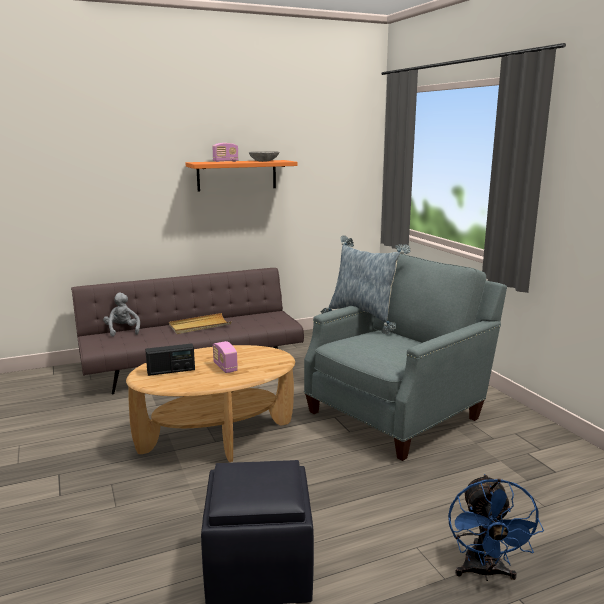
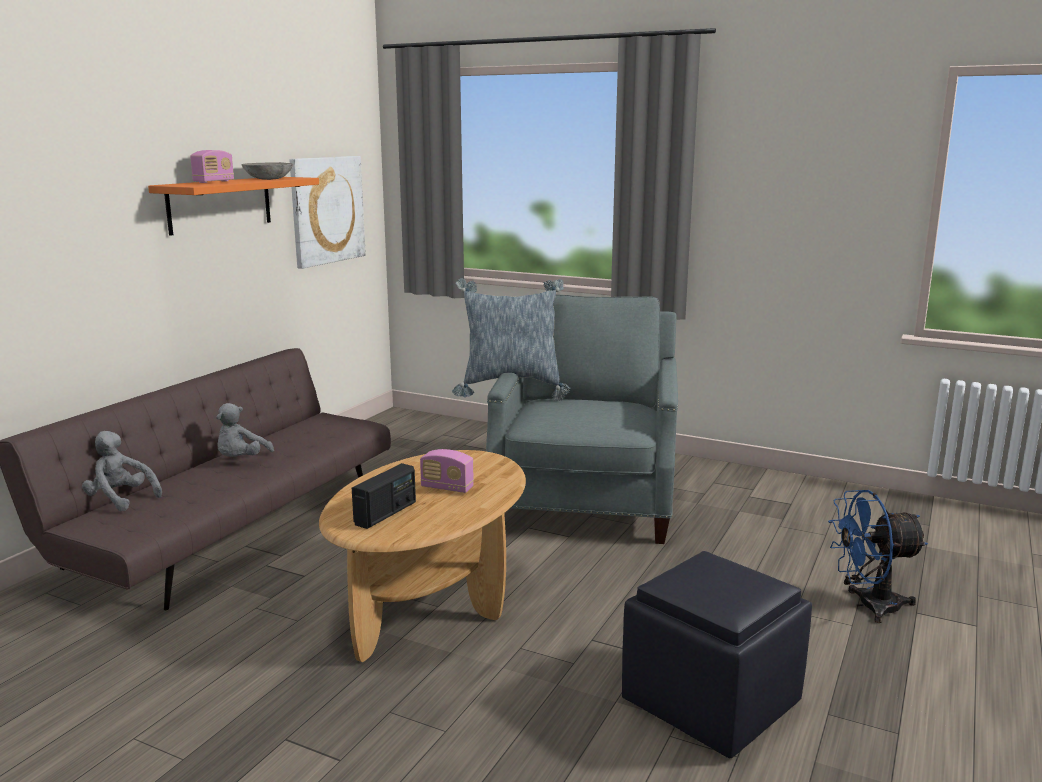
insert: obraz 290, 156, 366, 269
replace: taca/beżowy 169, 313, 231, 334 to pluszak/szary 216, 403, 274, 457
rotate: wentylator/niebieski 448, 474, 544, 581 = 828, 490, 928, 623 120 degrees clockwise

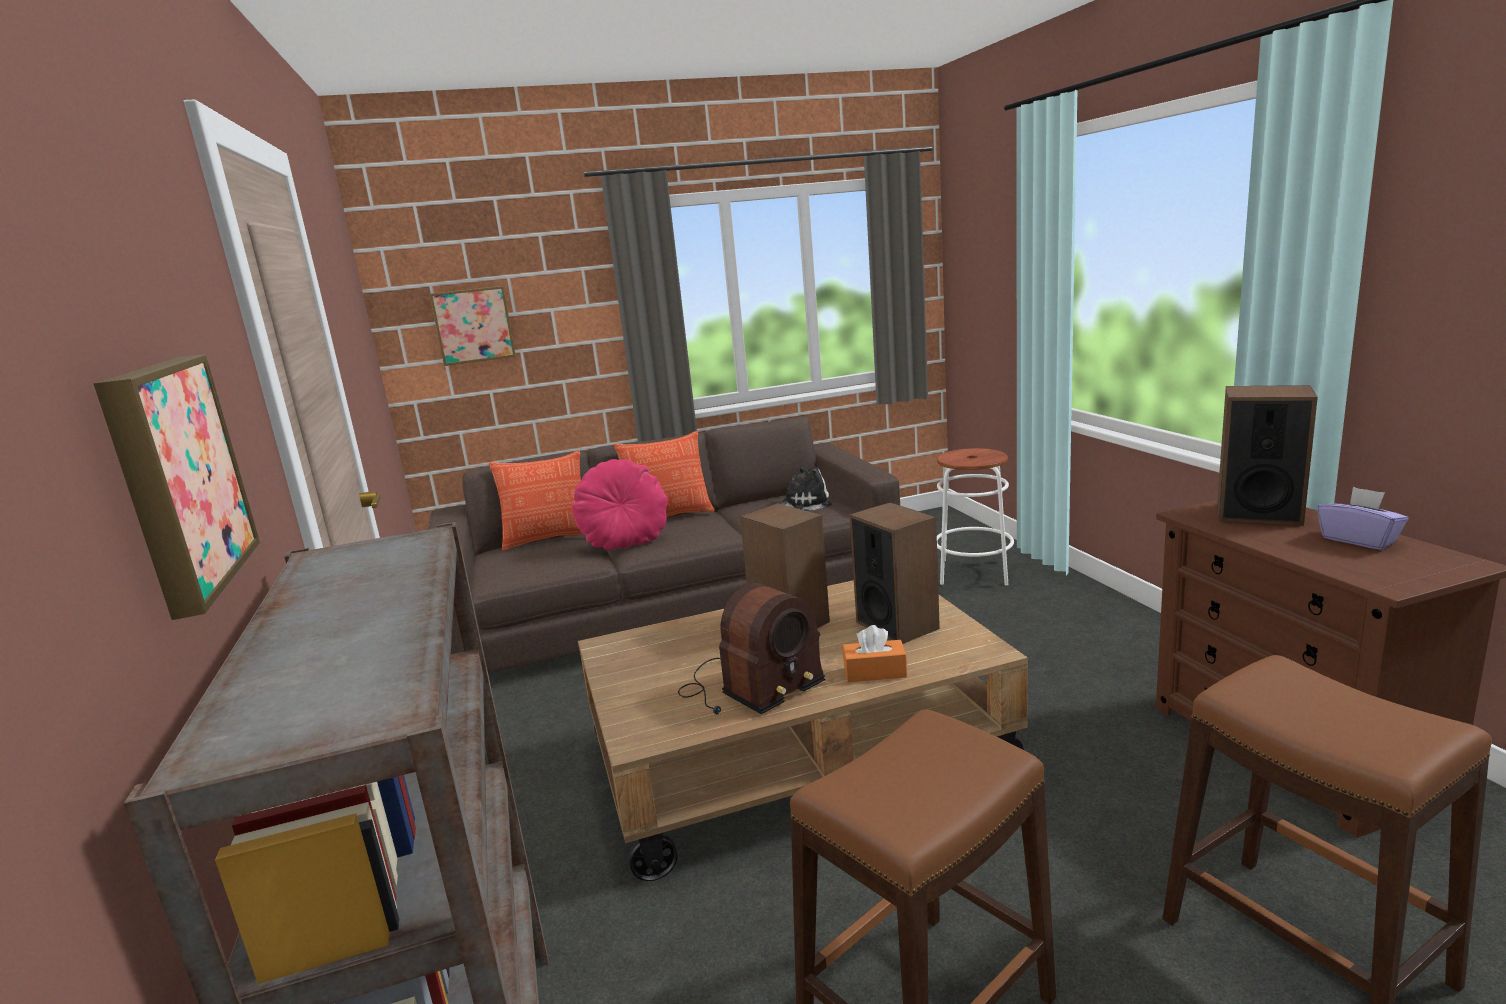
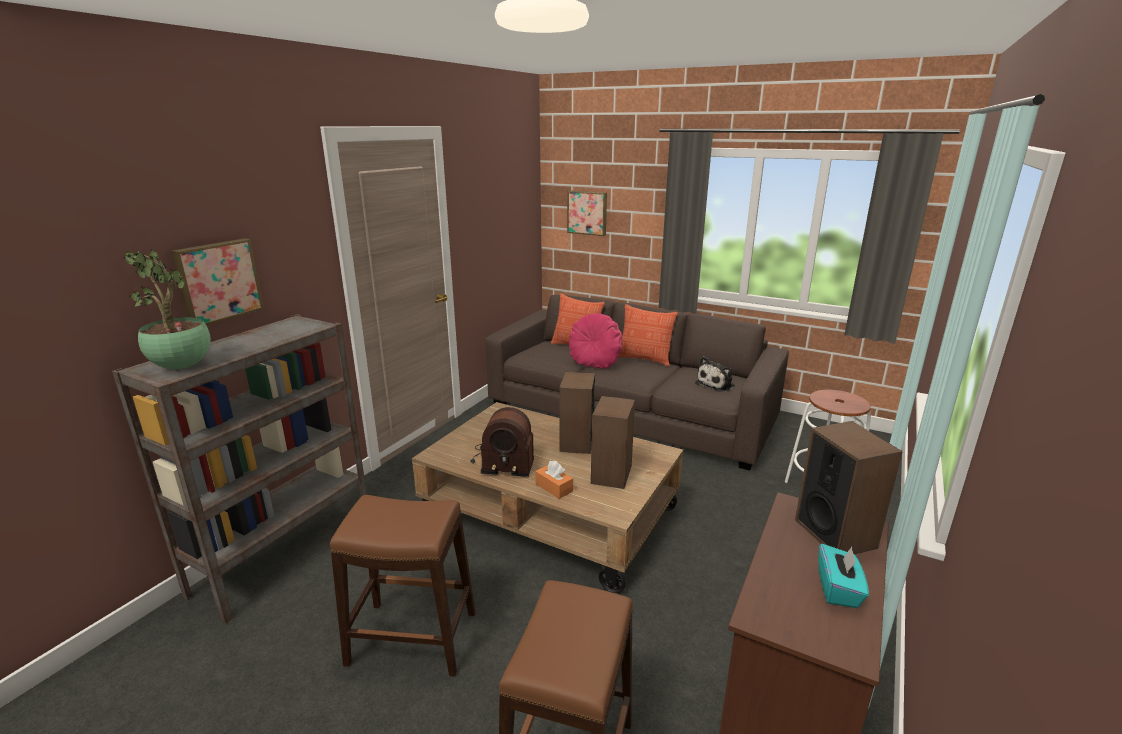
insert: roślina doniczkowa 123, 249, 211, 369
recolor: pudełko chusteczek/fioletowy 1317, 487, 1409, 550 to pudełko chusteczek/turkusowy 818, 544, 869, 608
rotate: pluszak 781, 465, 832, 511 = 695, 356, 735, 392 105 degrees clockwise

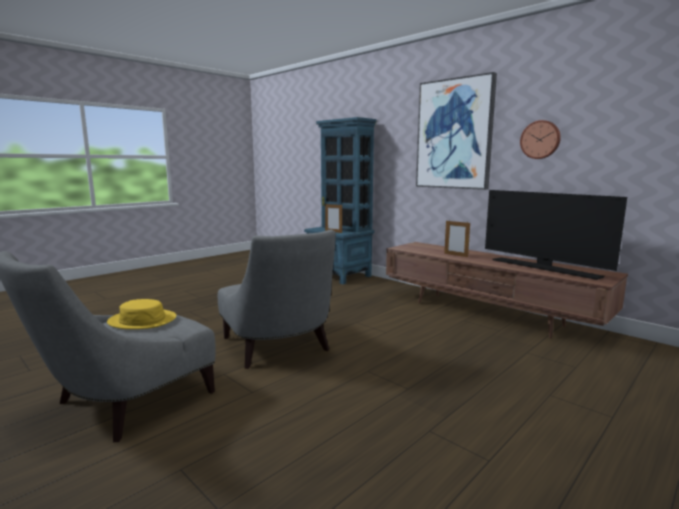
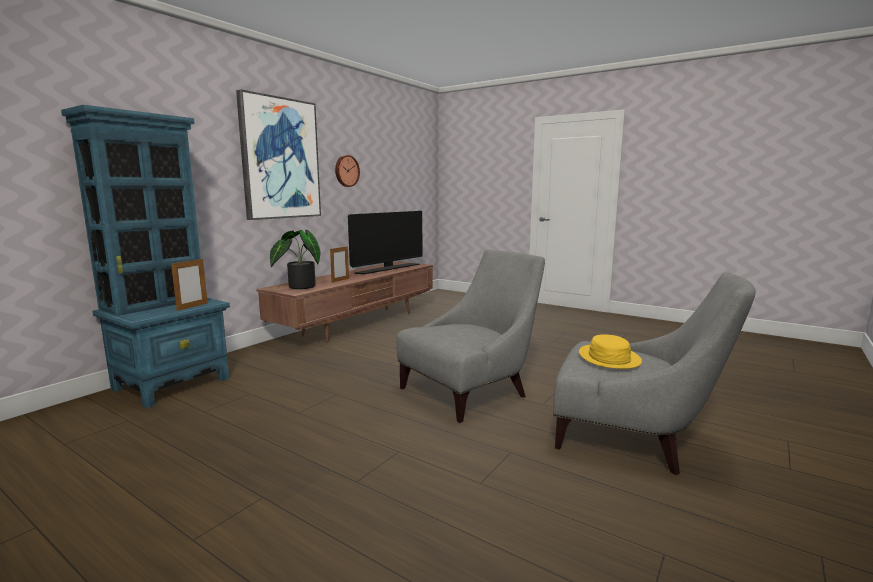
insert: roślina doniczkowa 270, 230, 321, 289

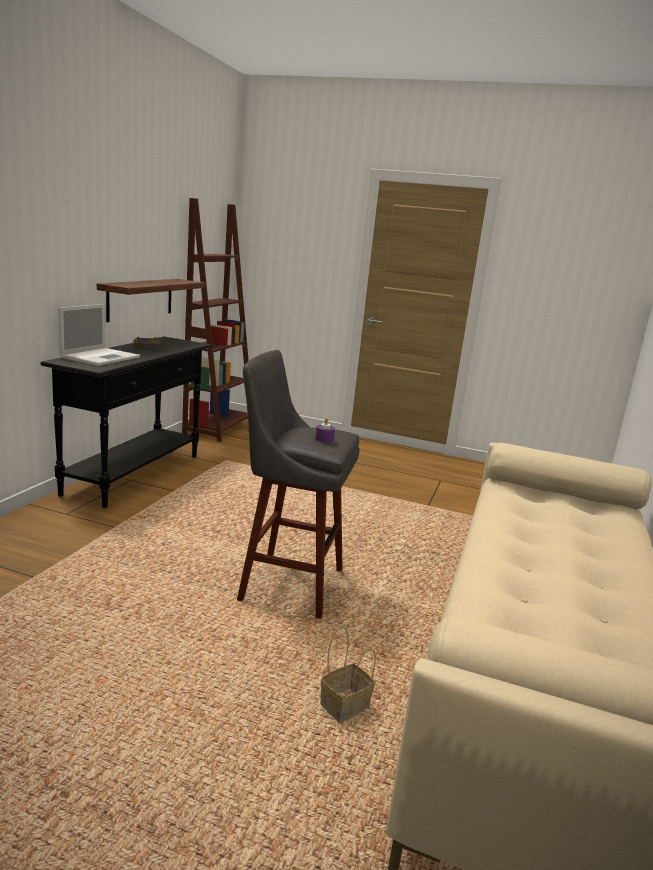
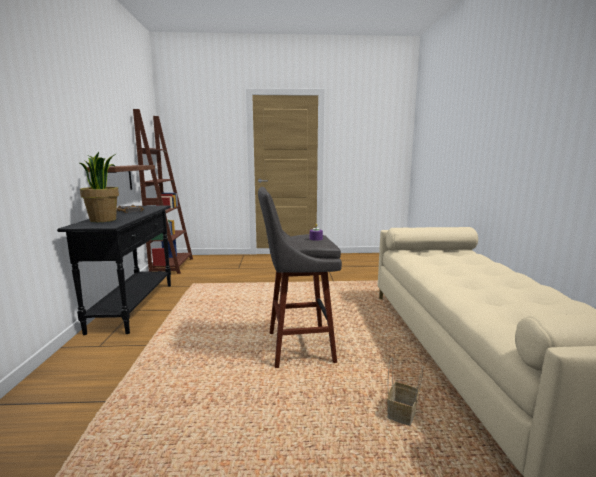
replace: laptop 58, 304, 140, 366 to roślina doniczkowa 80, 152, 119, 222

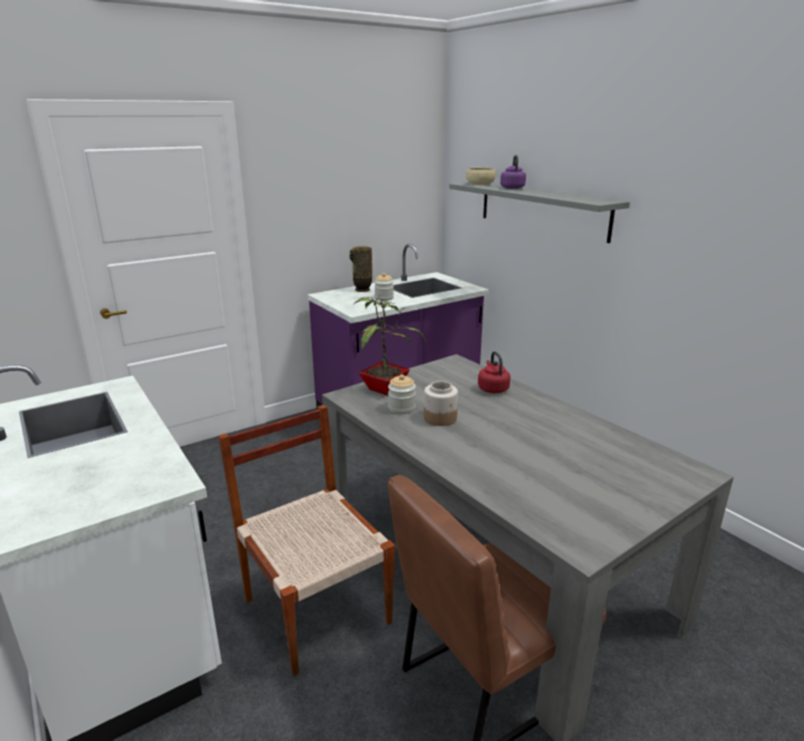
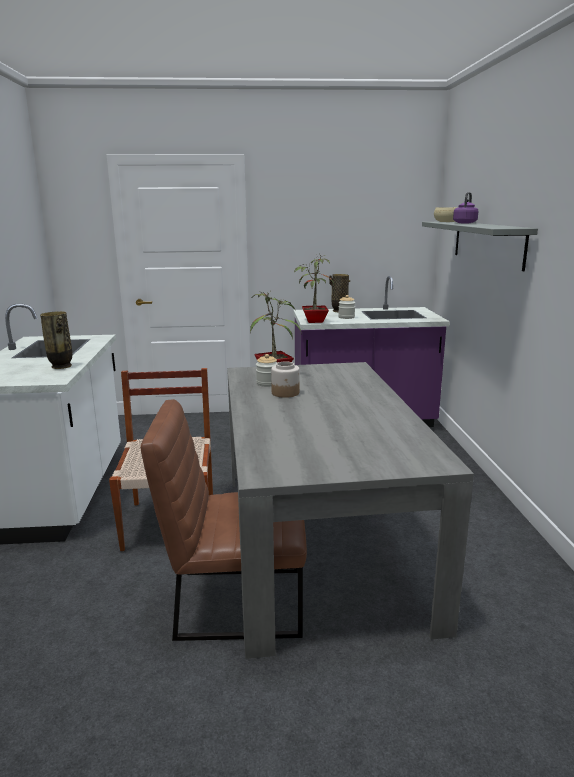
delete: czajnik/czerwony 478, 351, 510, 393
insert: wazon 40, 311, 72, 369; roślina doniczkowa 295, 255, 334, 323

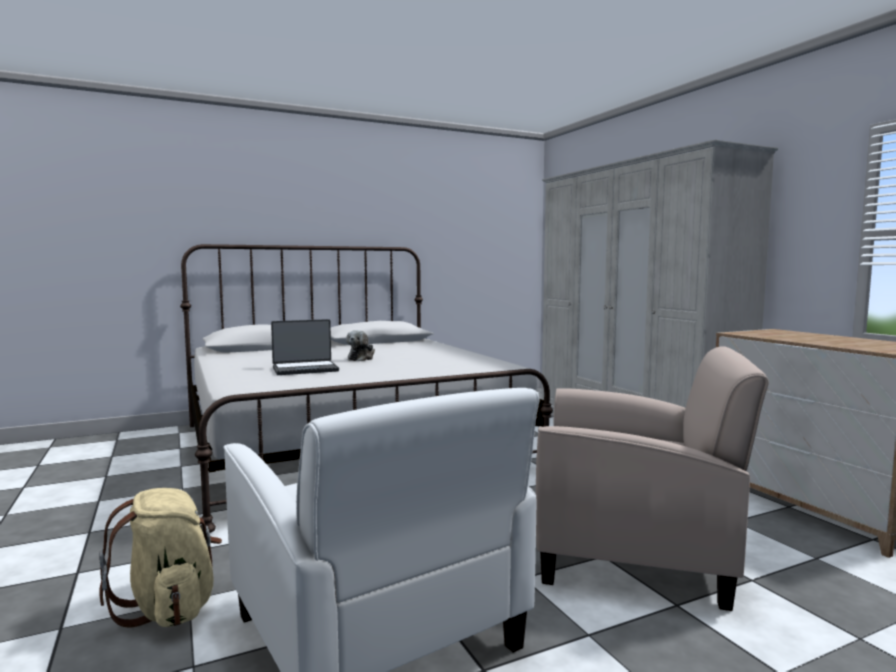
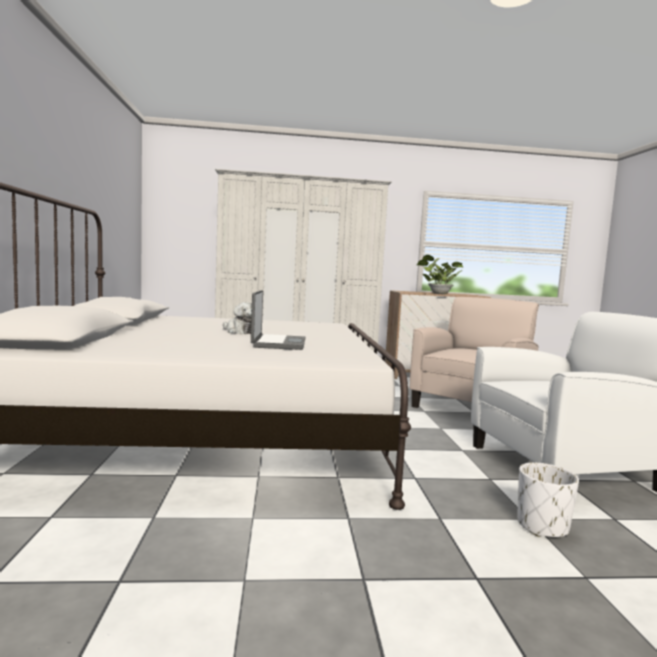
insert: roślina doniczkowa 417, 255, 464, 294
replace: plecak/beżowy 99, 488, 222, 628 to donica/biały 517, 462, 579, 537

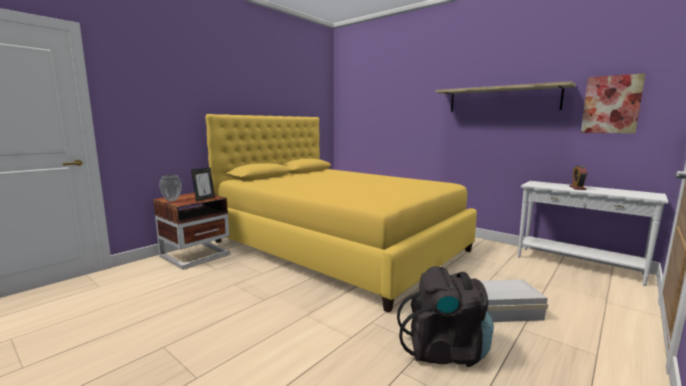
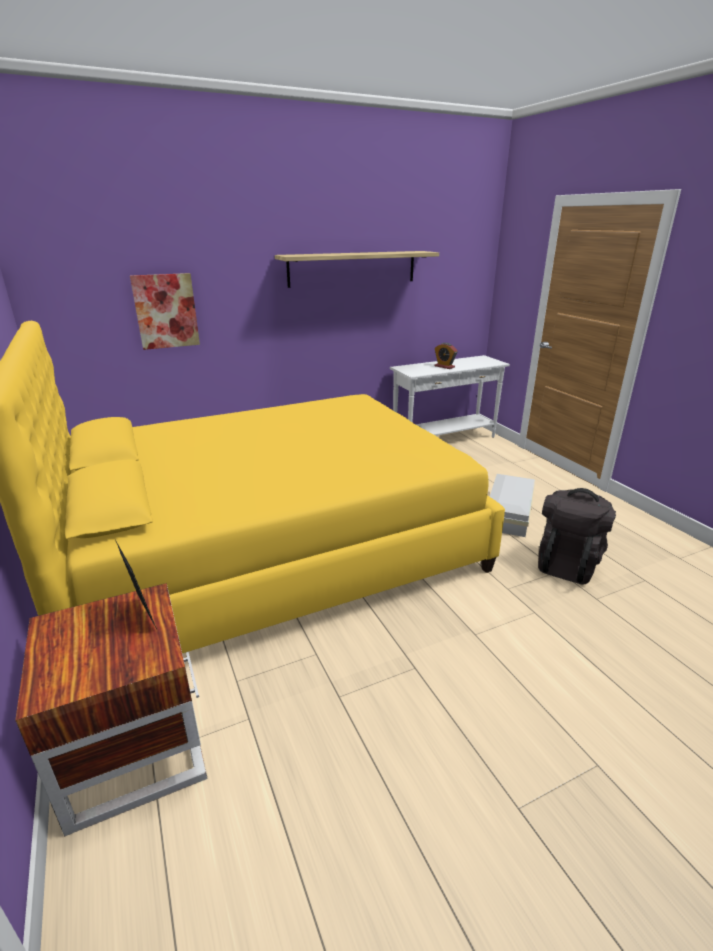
delete: wazon 159, 175, 182, 201
move: obraz 581, 73, 646, 133 to 130, 273, 200, 350

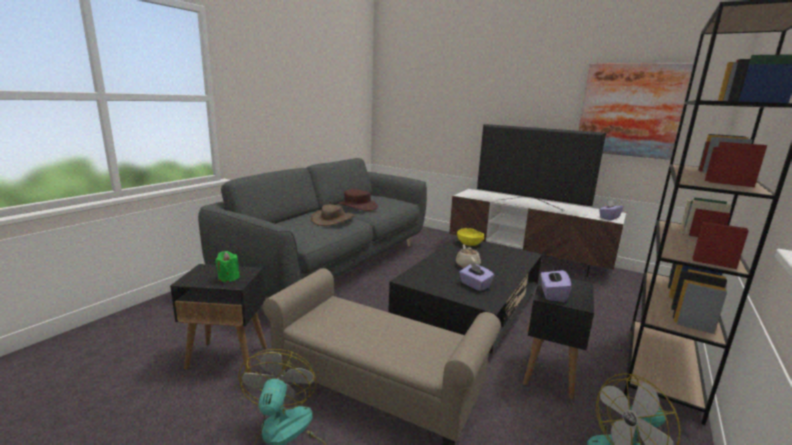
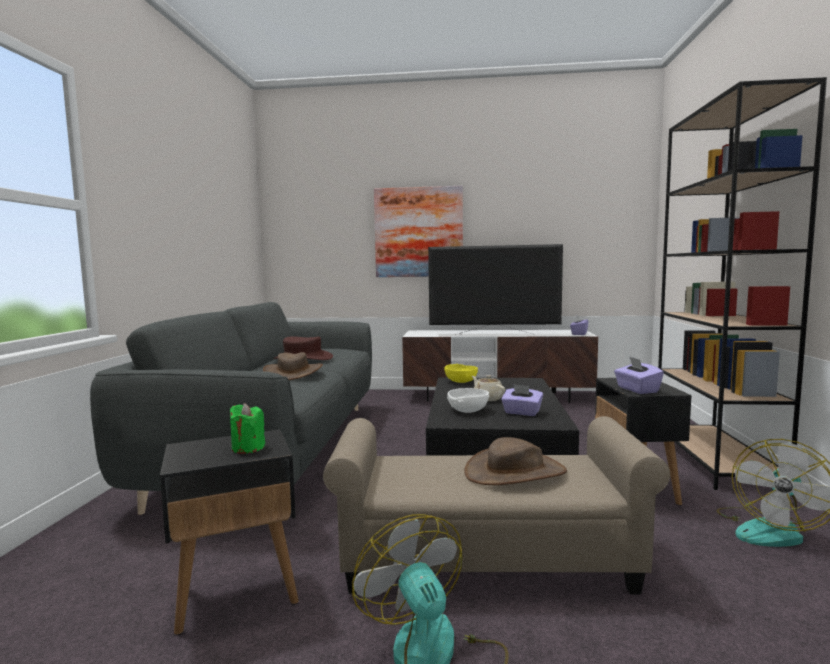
insert: miska/biały 447, 388, 489, 413; kapelusz/brązowy 464, 437, 567, 485
move: obraz 579, 63, 694, 160 to 374, 186, 463, 277

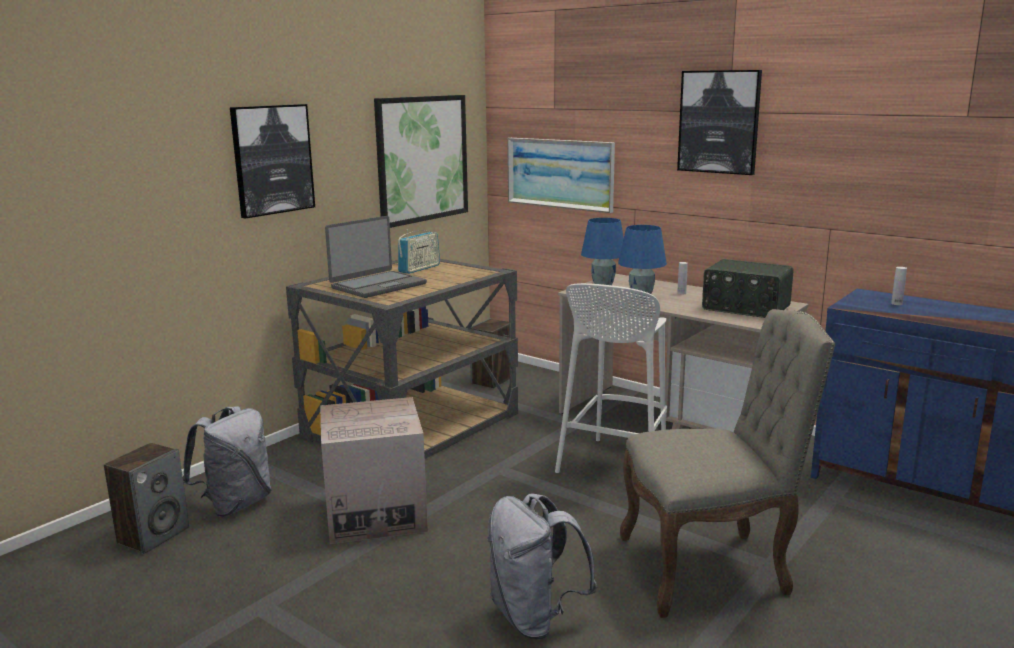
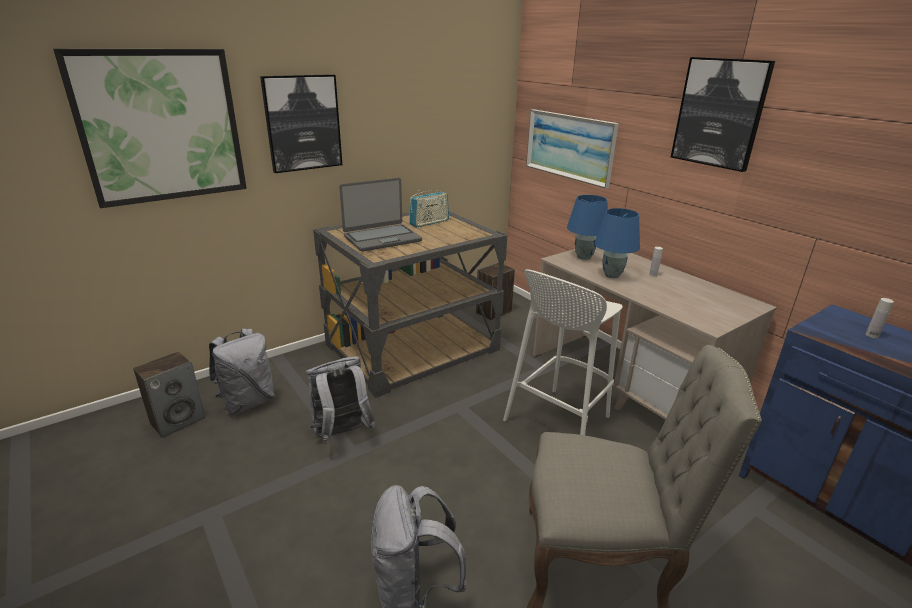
delete: radio 702, 259, 794, 318
move: obraz 374, 95, 468, 228 to 53, 49, 247, 208
replace: karton 320, 397, 428, 544 to plecak/szary 306, 356, 376, 443

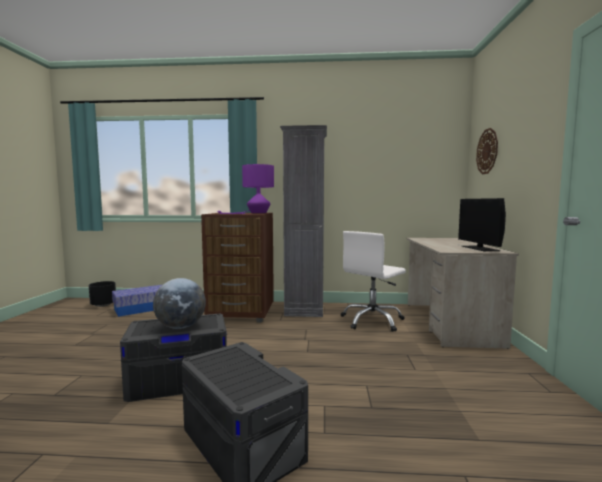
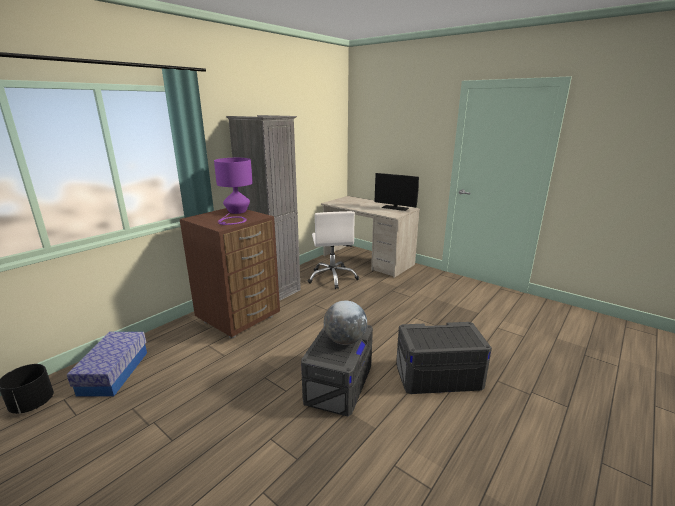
delete: zegar ścienny 476, 128, 498, 174

